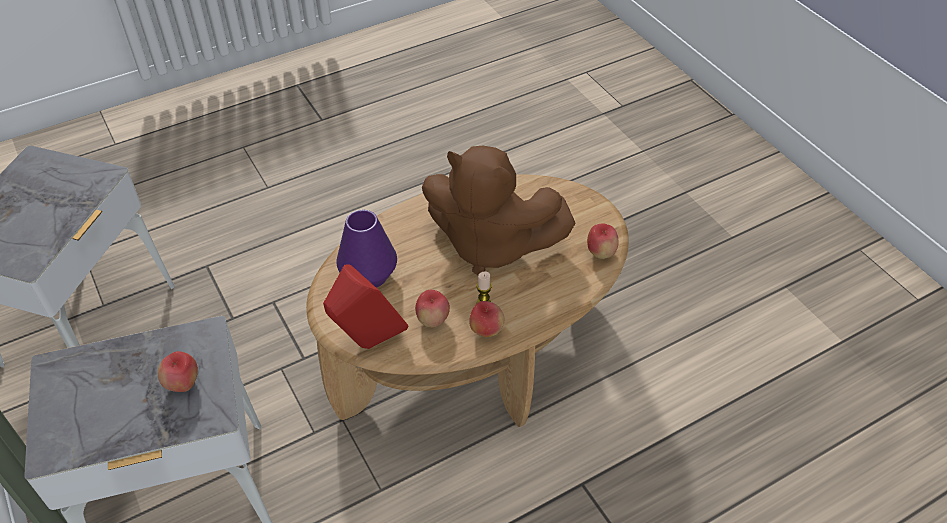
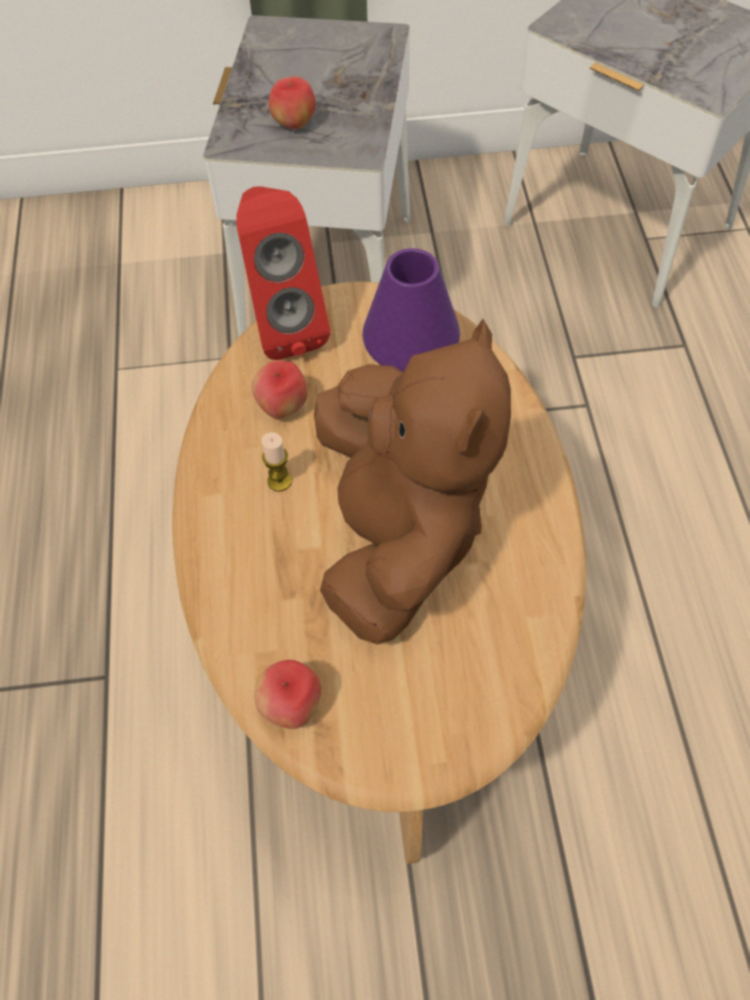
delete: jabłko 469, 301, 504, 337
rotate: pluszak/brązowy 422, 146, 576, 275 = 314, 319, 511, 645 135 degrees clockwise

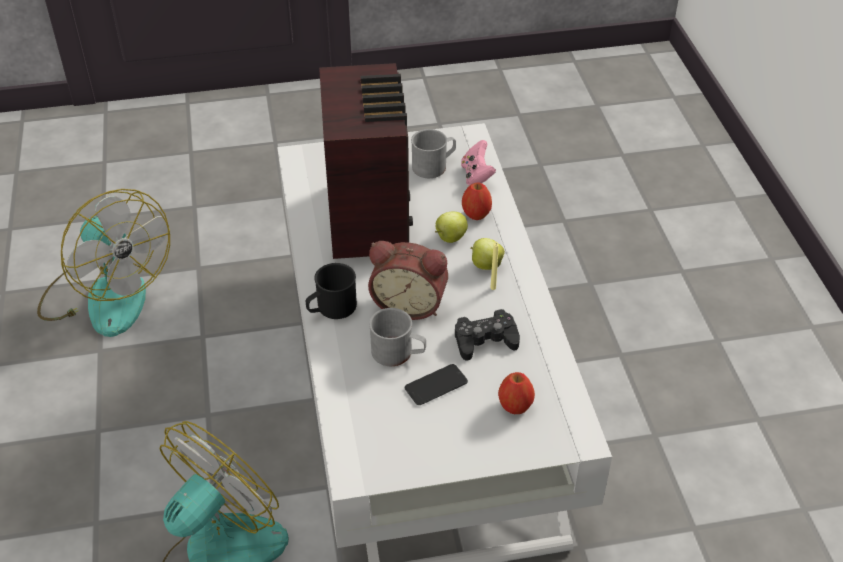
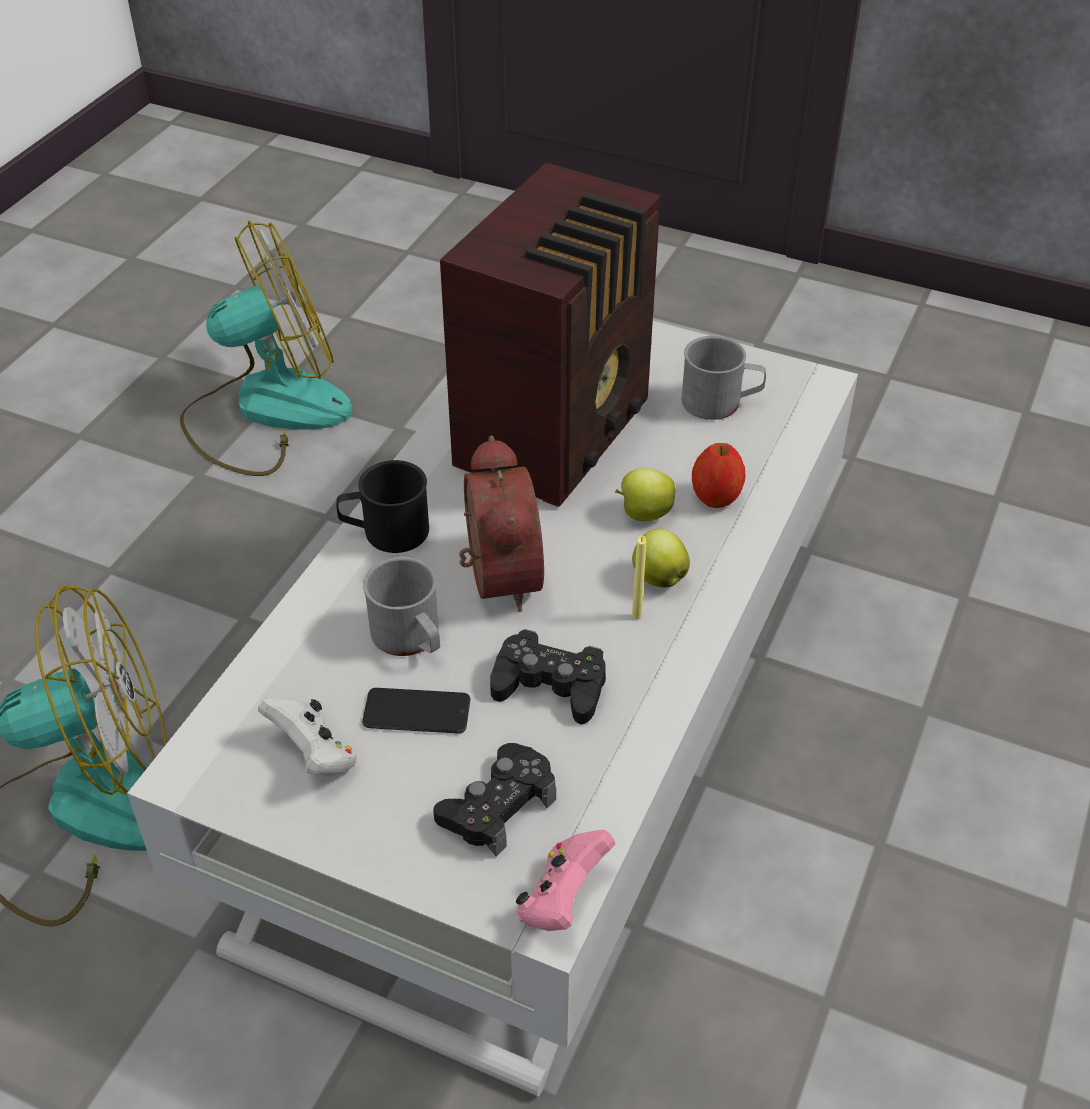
insert: pad do gier/biały 258, 697, 357, 777
move: pad do gier/różowy 461, 140, 496, 186 to 516, 830, 615, 931
replace: jabłko 498, 372, 535, 414 to pad do gier/czarny 433, 743, 556, 856
rotate: wentylator 37, 189, 170, 337 = 180, 221, 353, 476 105 degrees counterclockwise; budzik 368, 241, 448, 320 = 459, 436, 544, 612 150 degrees counterclockwise

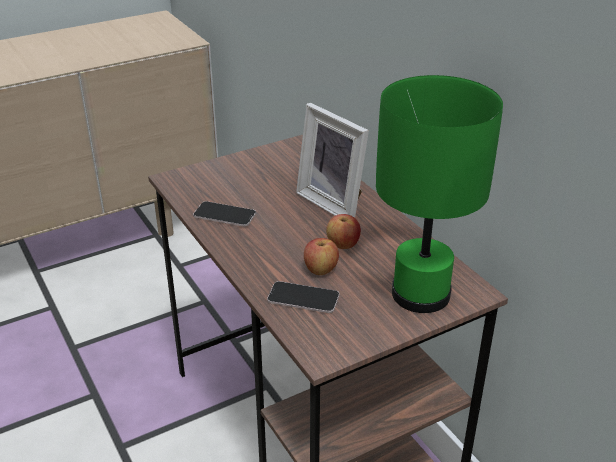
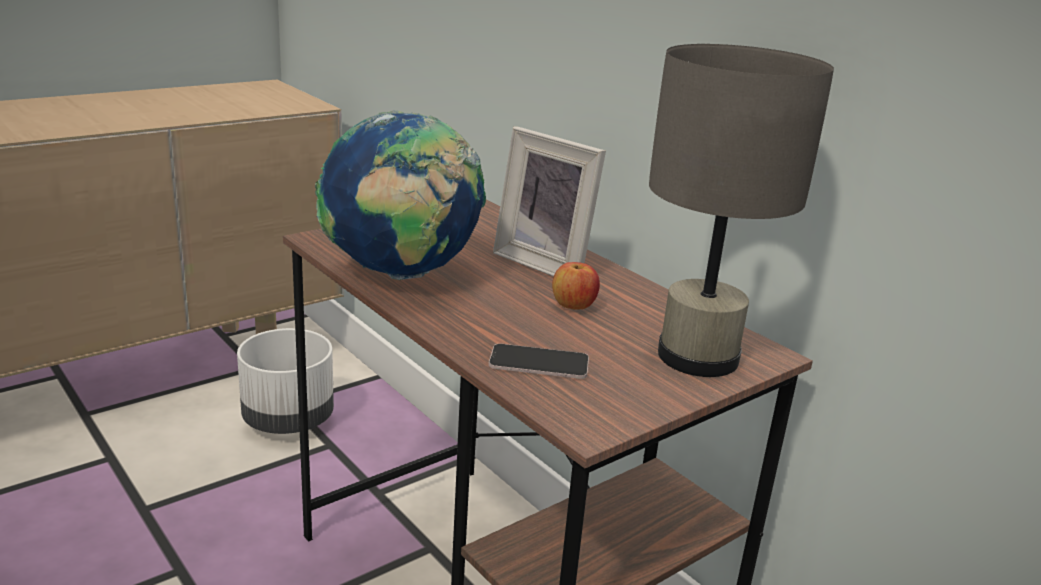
delete: jabłko 304, 238, 339, 275
insert: donica/biały 237, 328, 334, 434
replace: telefon 193, 201, 256, 227 to globus 315, 111, 486, 280
recolor: lampa stołowa/zielony 376, 75, 503, 313 to lampa stołowa/szary 649, 44, 834, 377

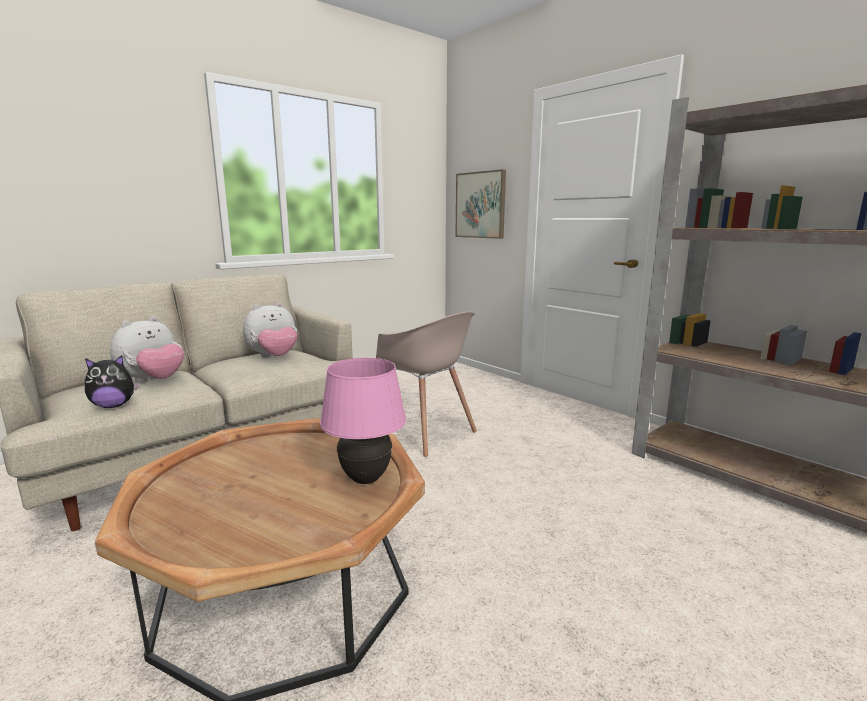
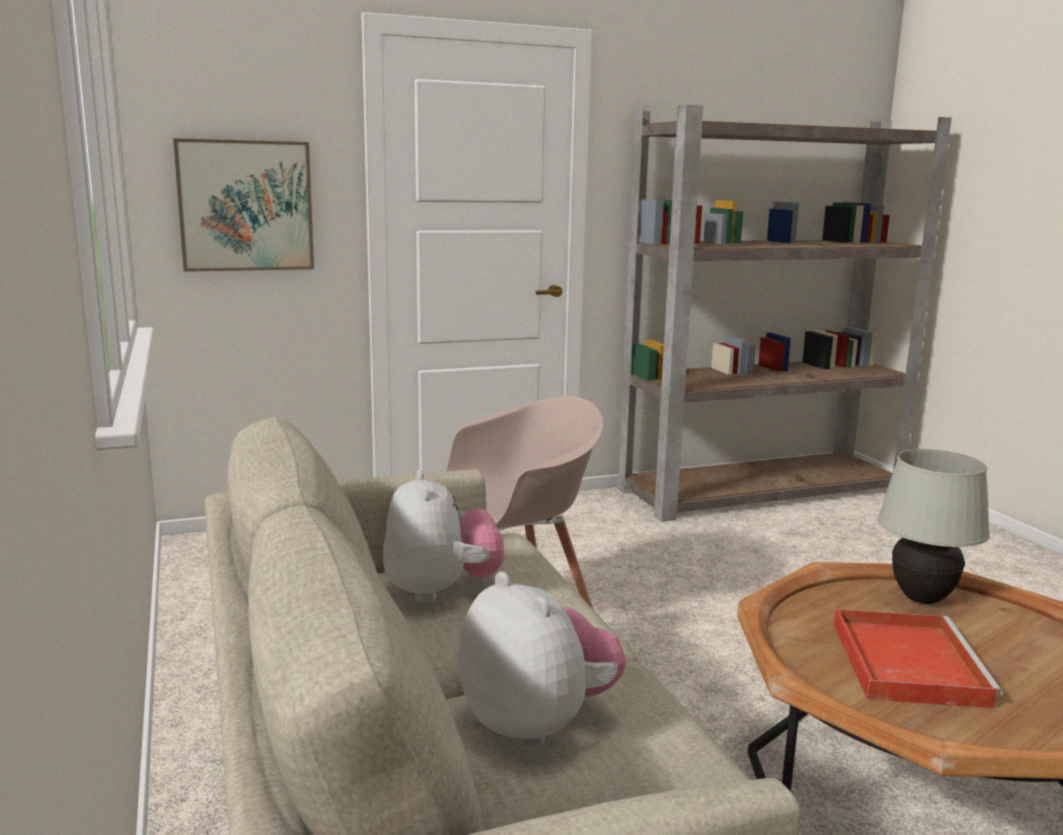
delete: pluszak 85, 355, 140, 408
insert: taca/czerwony 834, 609, 1003, 709
recolor: lampa stołowa/różowy 320, 358, 406, 484 to lampa stołowa/biały 877, 449, 990, 604

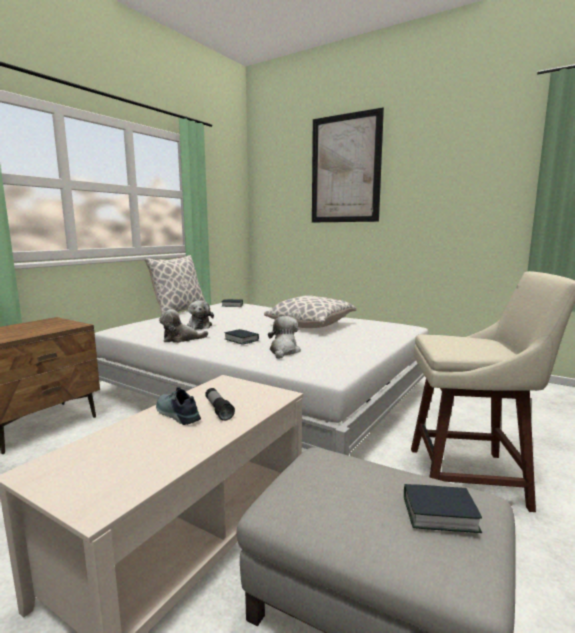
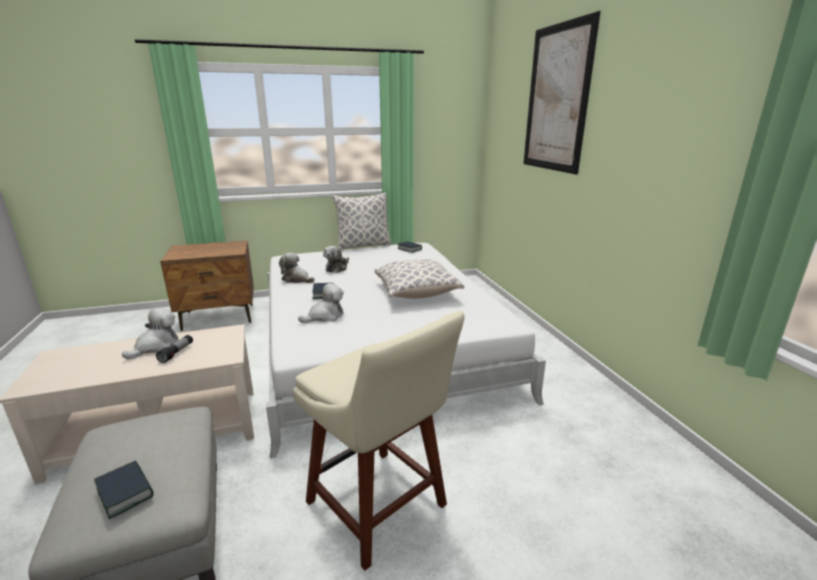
replace: but 156, 387, 201, 425 to pluszak 122, 308, 178, 359

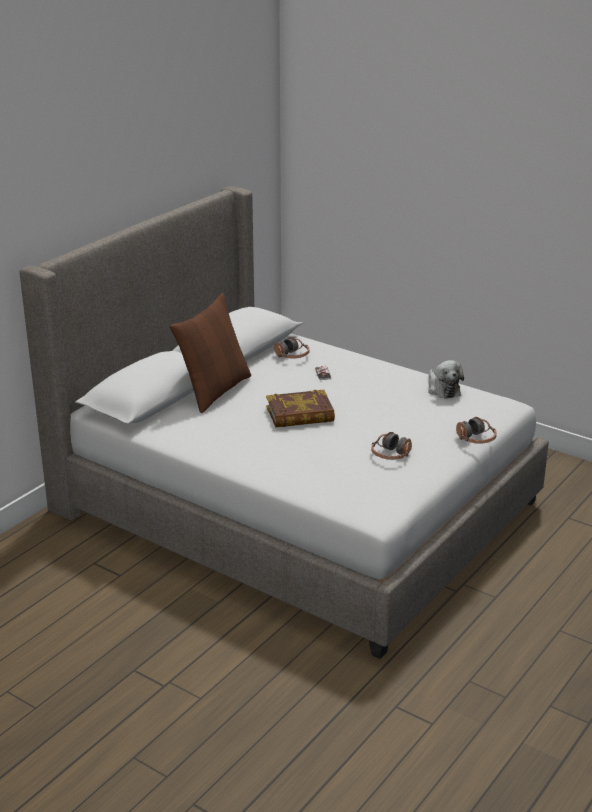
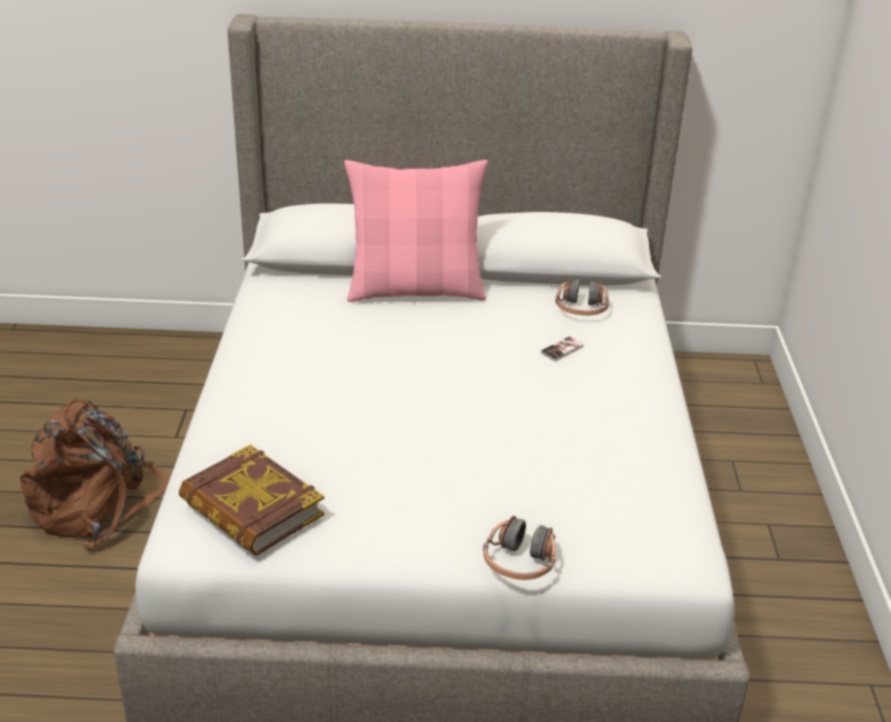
delete: słuchawki 371, 432, 412, 460; pluszak 428, 360, 464, 399
insert: plecak/brązowy 20, 398, 171, 550
move: książka 266, 390, 335, 427 to 179, 444, 324, 556
recolor: poduszka/brązowy 170, 293, 251, 413 to poduszka/różowy 344, 160, 488, 302

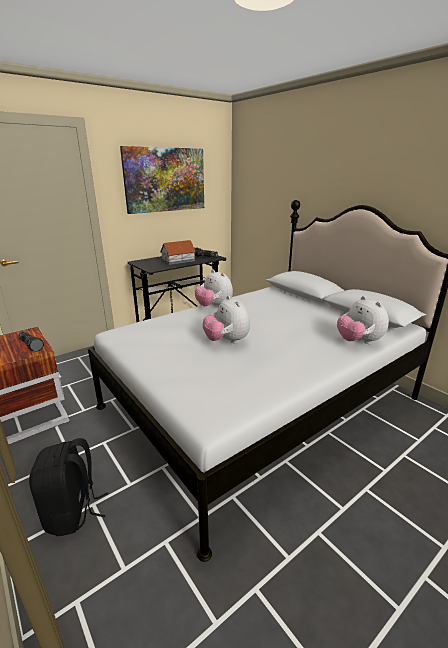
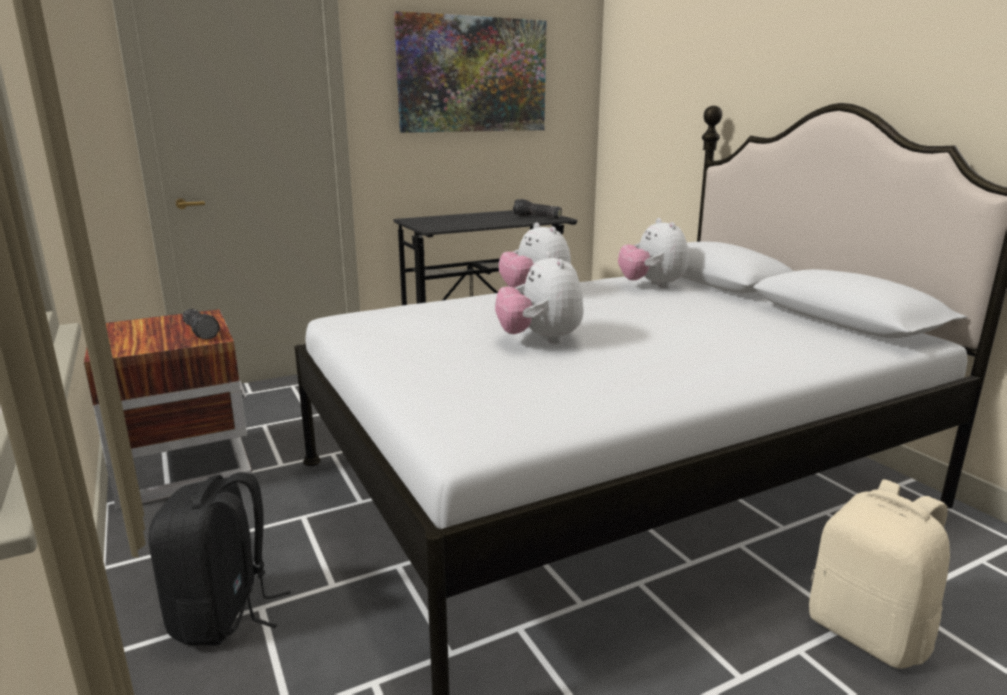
delete: domek 160, 240, 196, 265
insert: plecak/beżowy 809, 480, 950, 669
move: pluszak 337, 296, 389, 344 to 618, 218, 688, 288

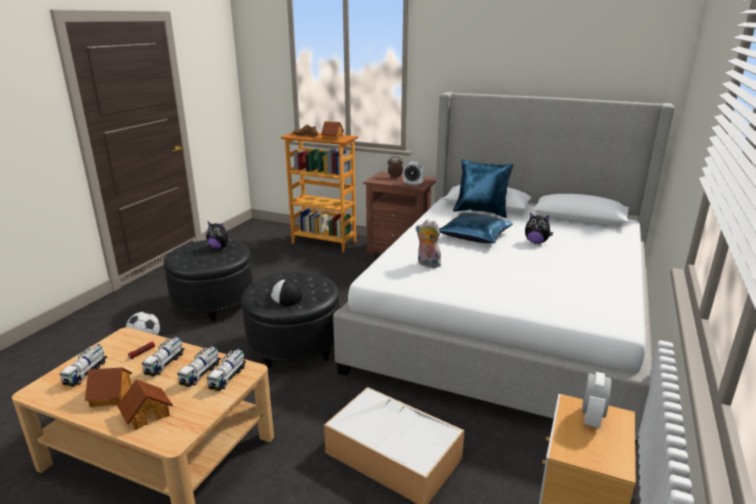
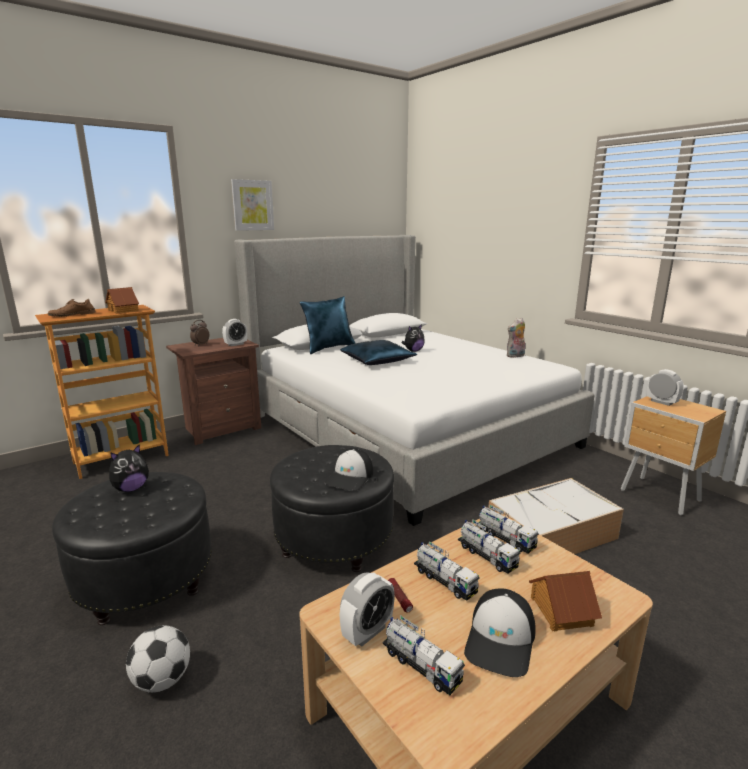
insert: obraz 231, 179, 274, 231; budzik 340, 572, 395, 647
move: pluszak 416, 219, 441, 268 to 507, 318, 525, 358
replace: domek 85, 367, 132, 407 to czapka z daszkiem 464, 588, 536, 677

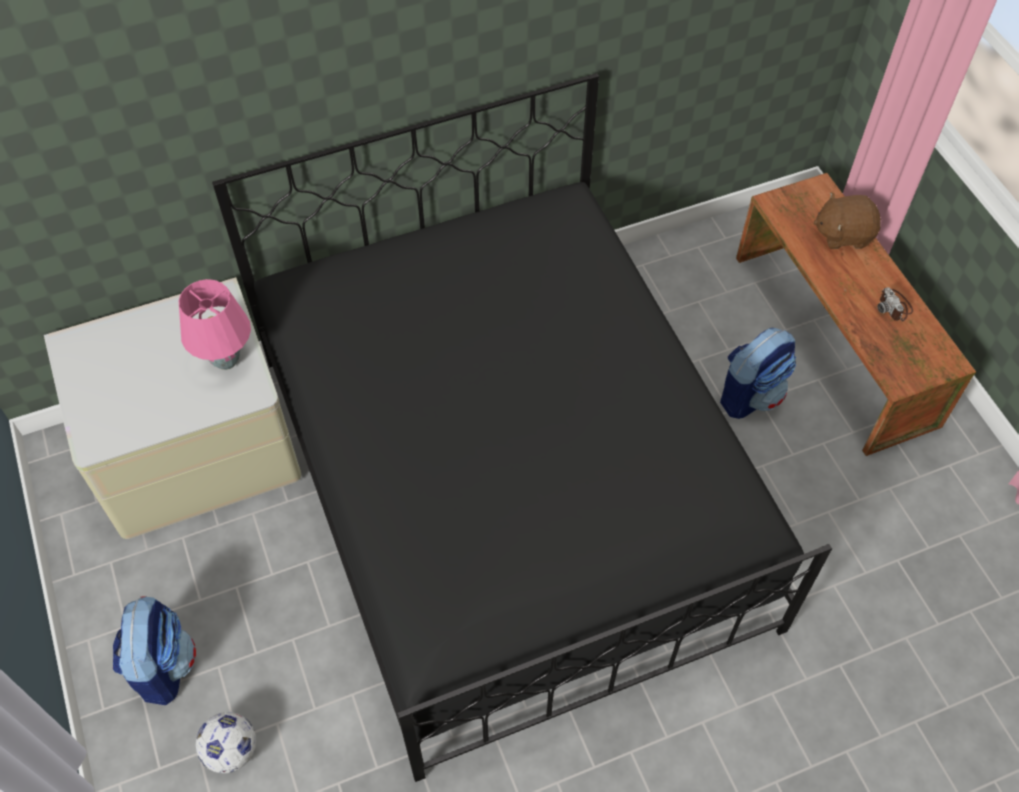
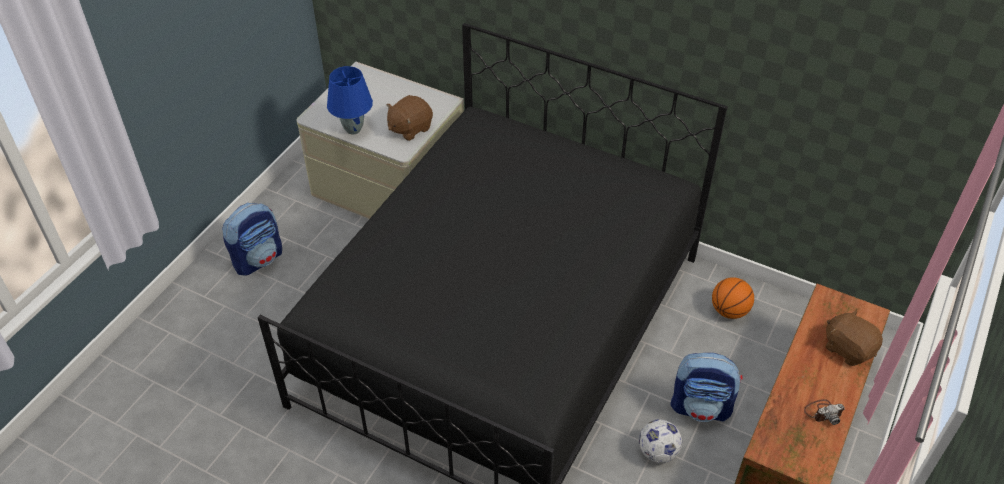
insert: lampa stołowa/niebieski 327, 66, 373, 135; piłka do koszykówki 712, 277, 754, 319
move: piłka futbolowa 196, 712, 256, 773 to 639, 419, 682, 463
replace: lampa stołowa/różowy 179, 279, 251, 370 to pluszak/brązowy 386, 95, 433, 141
rotate: aparat fotograficzny 878, 287, 913, 322 = 804, 399, 845, 425 135 degrees counterclockwise

